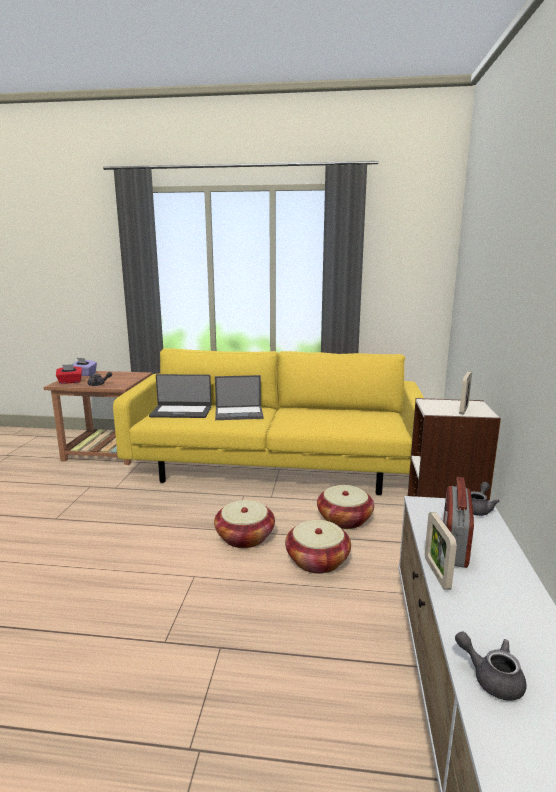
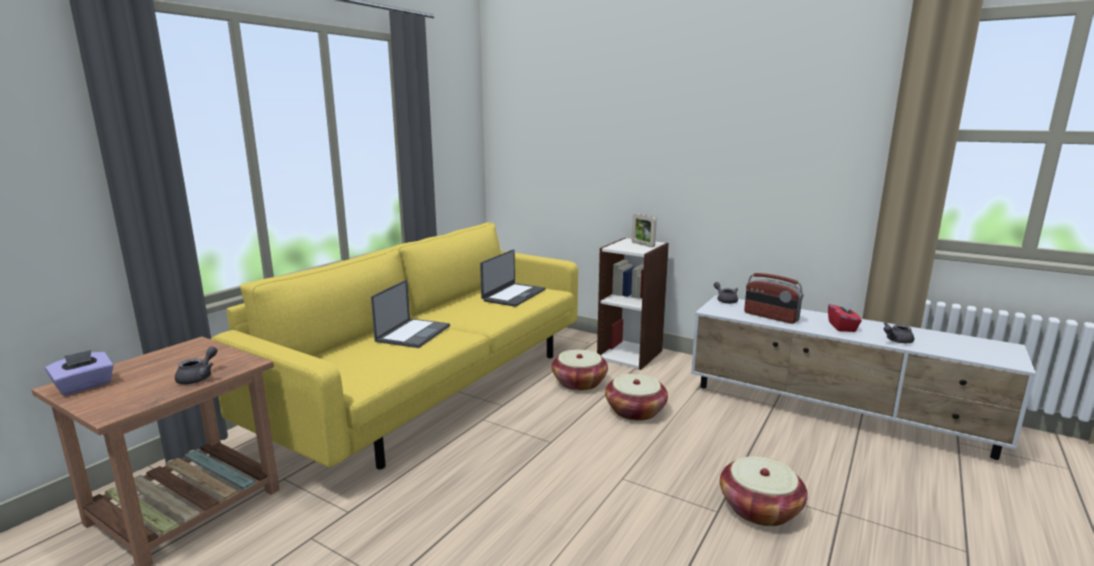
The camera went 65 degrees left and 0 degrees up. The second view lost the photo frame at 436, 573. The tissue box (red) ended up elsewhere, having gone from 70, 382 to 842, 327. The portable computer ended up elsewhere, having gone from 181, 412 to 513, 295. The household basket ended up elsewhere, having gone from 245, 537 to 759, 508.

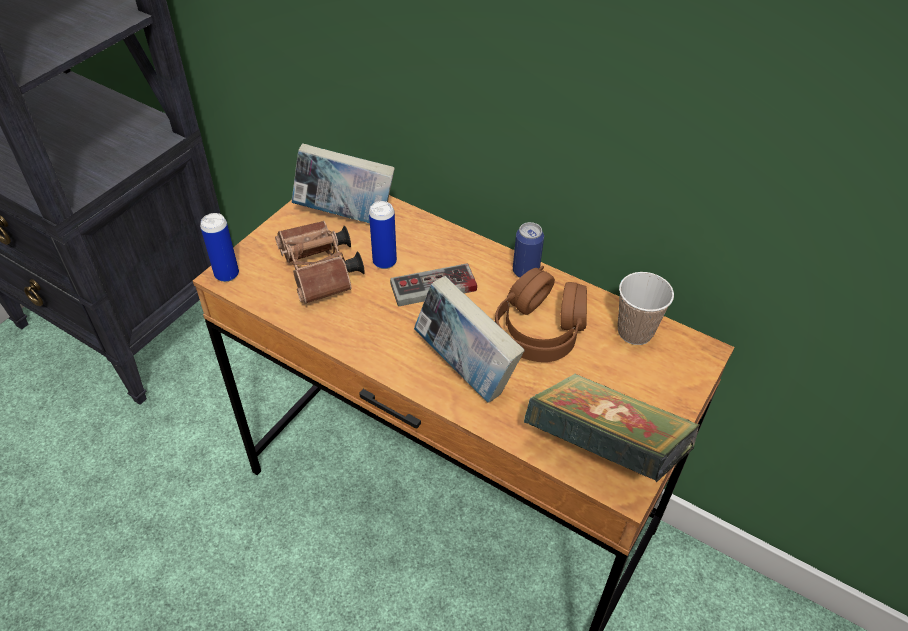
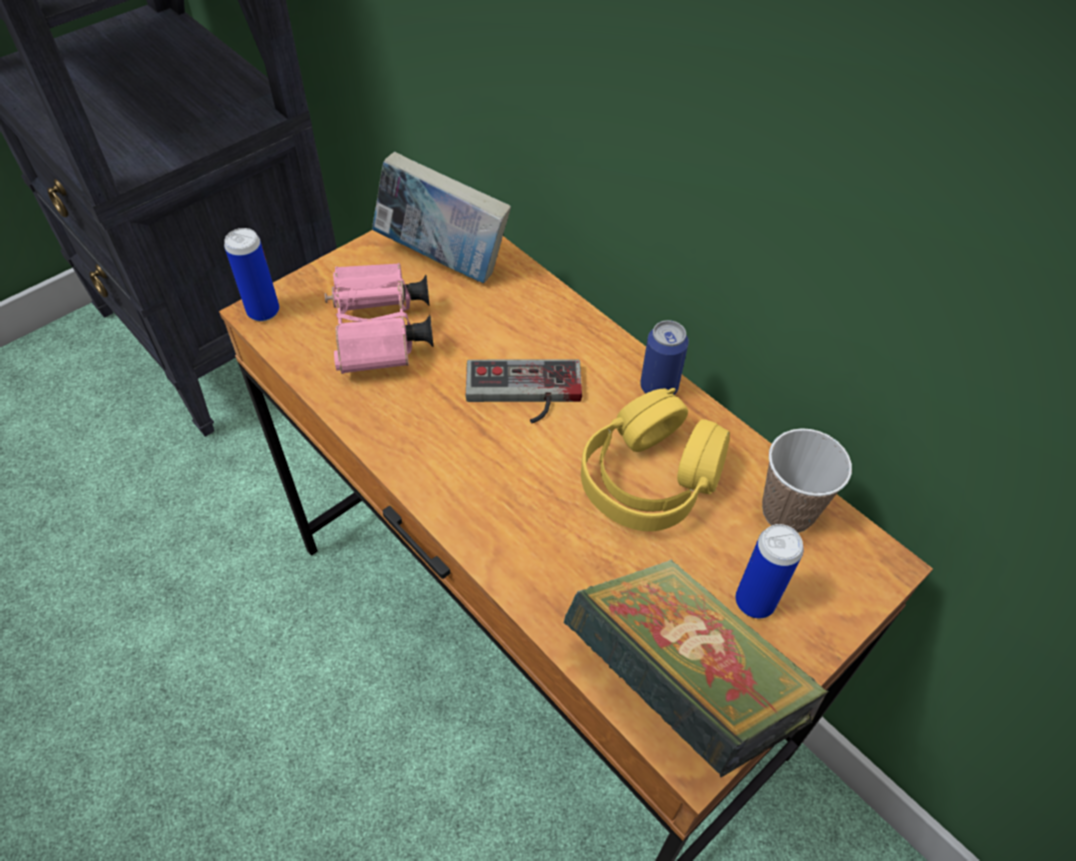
The camera went 15 degrees right and 5 degrees up. The second view lost the bound book at 465, 369. The sealed can ended up elsewhere, having gone from 384, 262 to 755, 601. What was the binoculars (brownish) at 321, 274 turned into the binoculars (pink-coloured) at 381, 335. What was the headset (brownish) at 540, 330 turned into the headset (yellow) at 650, 479.

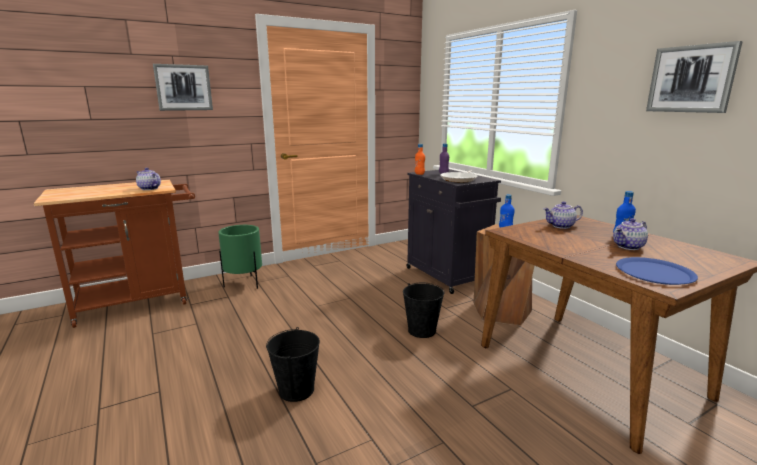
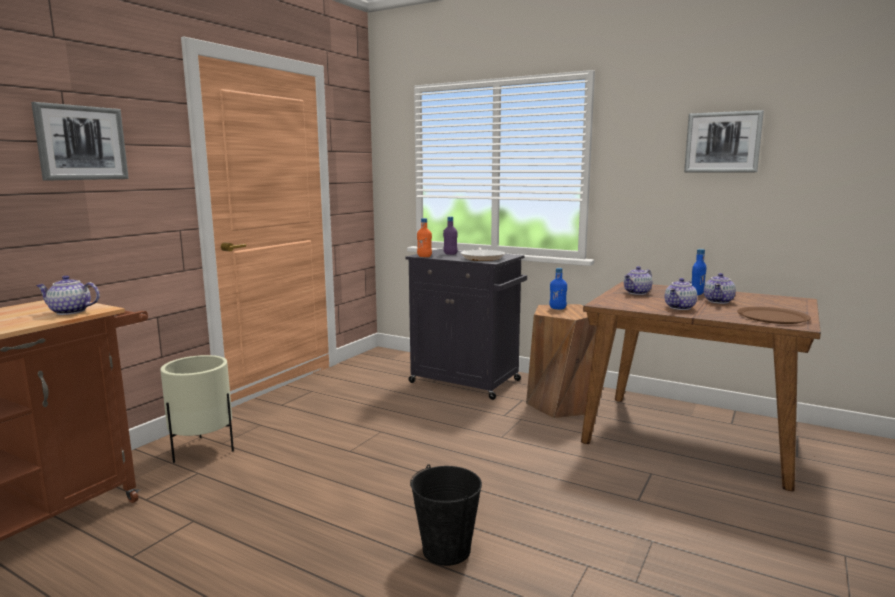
The camera went 30 degrees left and 5 degrees down. The second view lost the water bucket (blackish) at 421, 330. The second view gained the tea pot at 680, 308. What was the flower pot (green) at 244, 283 turned into the flower pot (beige-coloured) at 202, 450. What was the dinner plate (blue) at 654, 272 turned into the dinner plate (brownish) at 772, 317.

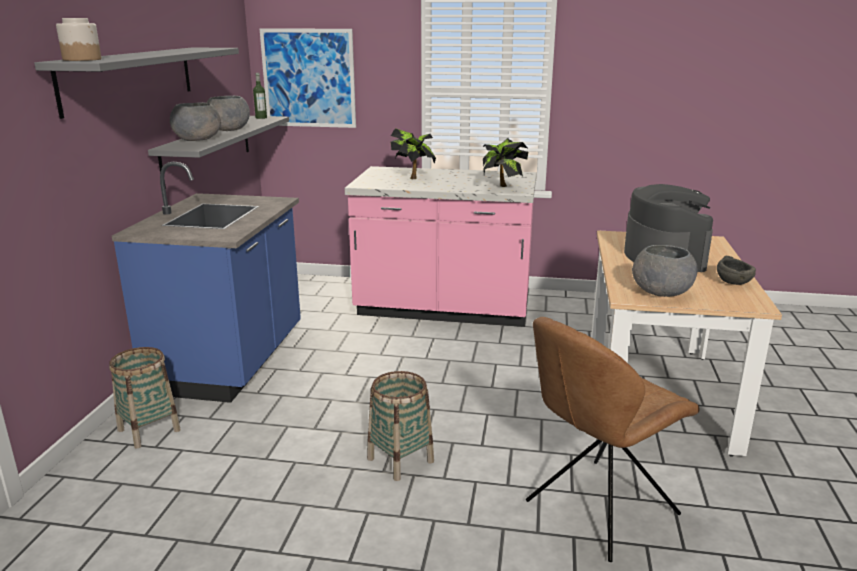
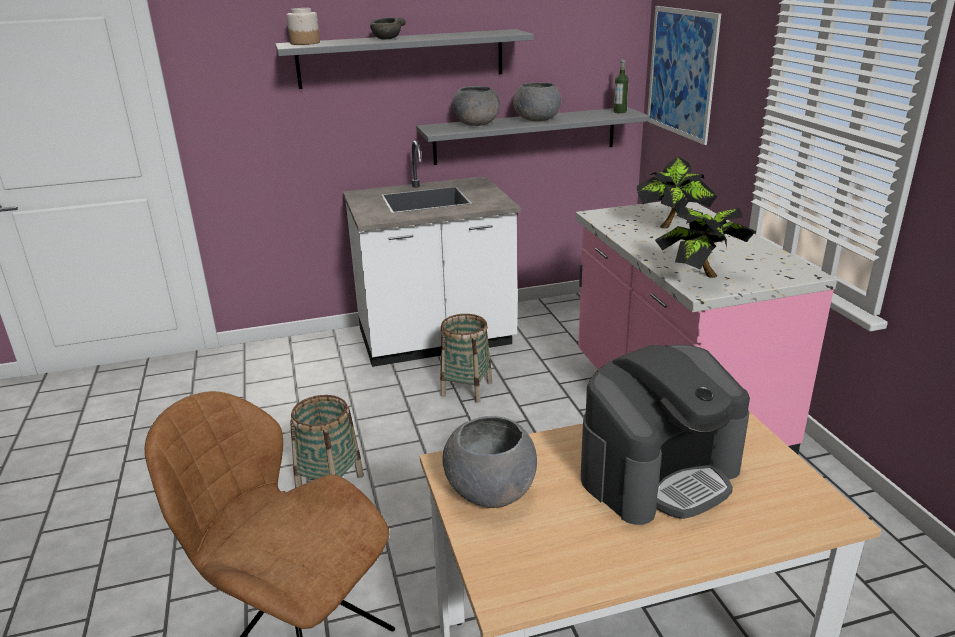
The camera went 65 degrees right and 5 degrees up. The household basket ended up elsewhere, having gone from 149, 430 to 466, 389. The bowl (greyish) ended up elsewhere, having gone from 733, 282 to 387, 39. What was the counter (blue) at 231, 362 turned into the counter (whitish) at 436, 340.

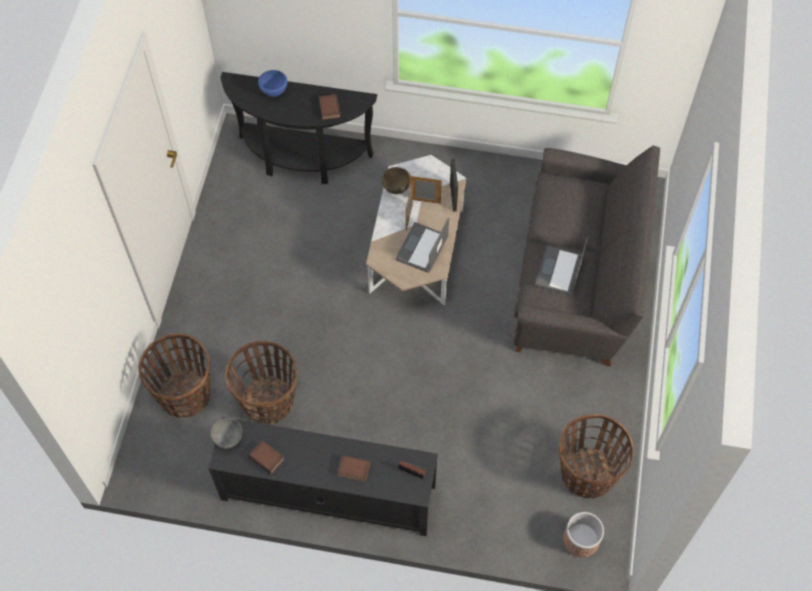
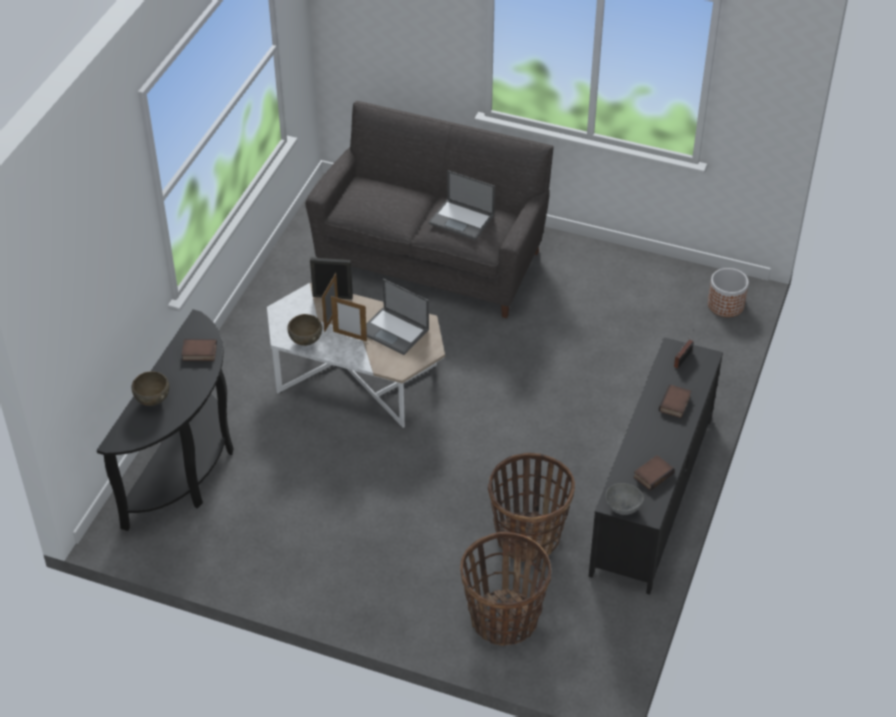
The camera went 80 degrees left and 15 degrees down. The second view lost the household basket at 587, 474. What was the bowl (blue) at 274, 92 turned into the bowl (brownish) at 152, 401.

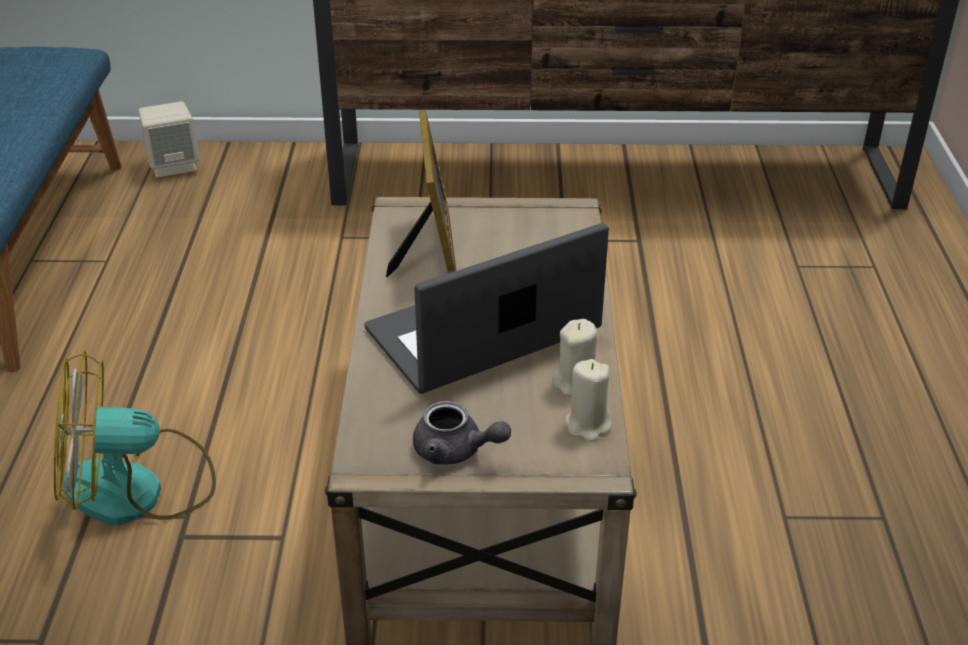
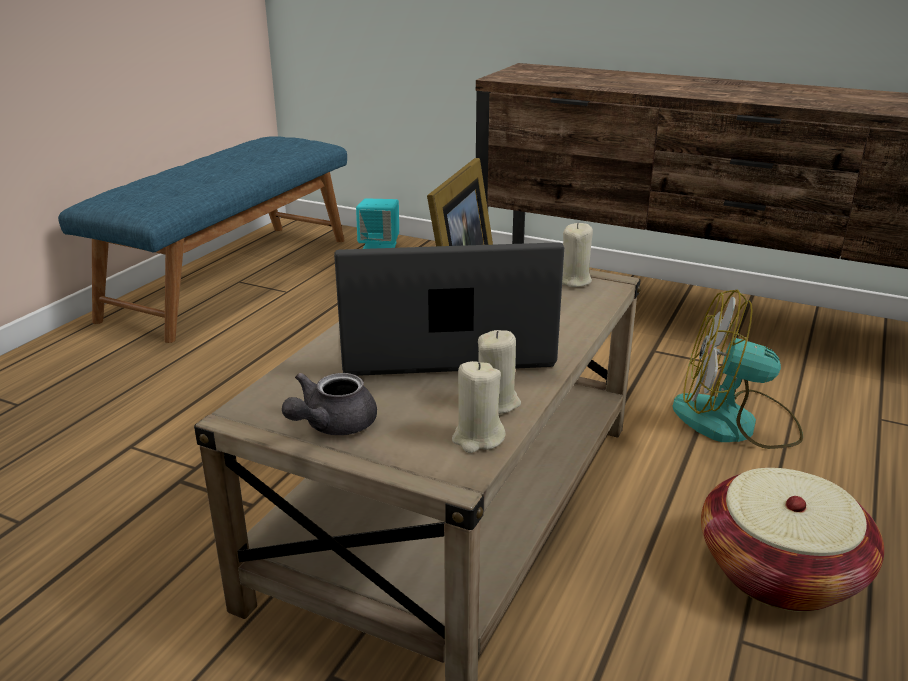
The camera went 25 degrees right and 10 degrees down. The second view gained the wax light (beige-coloured) at 574, 280. The second view gained the household basket at 780, 571. The cooling fan ended up elsewhere, having gone from 138, 489 to 734, 423. What was the loudspeaker (beige-coloured) at 174, 165 turned into the loudspeaker (turquoise) at 380, 246. The tea pot (greyish) at 456, 451 ended up facing another way, 75 degrees clockwise from before.

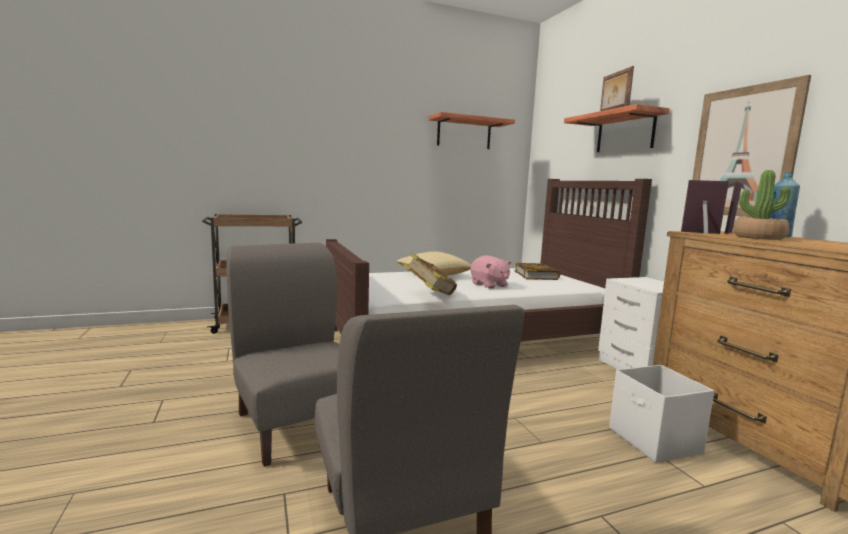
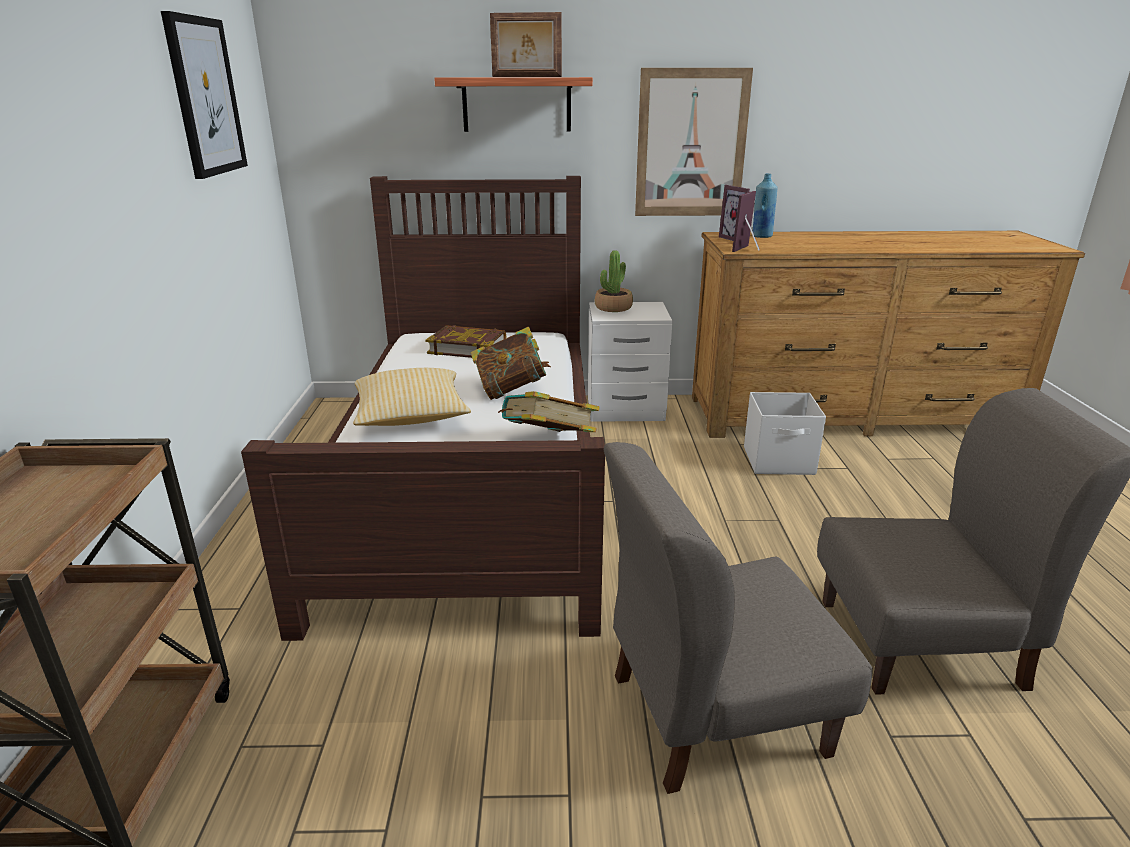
The camera went 70 degrees left and 15 degrees up. The houseplant ended up elsewhere, having gone from 758, 237 to 613, 307. Where the wall shelf hung at 464, 133, the wall art came to hang at 205, 97. Where the plush toy (pink-coloured) stood at 489, 285, the bound book came to stand at 511, 390.

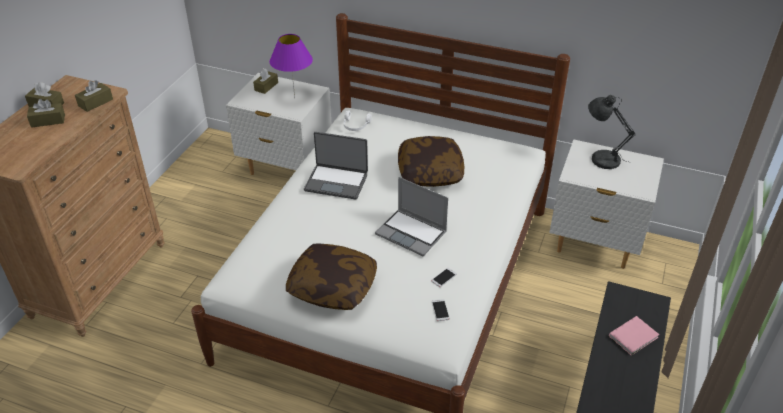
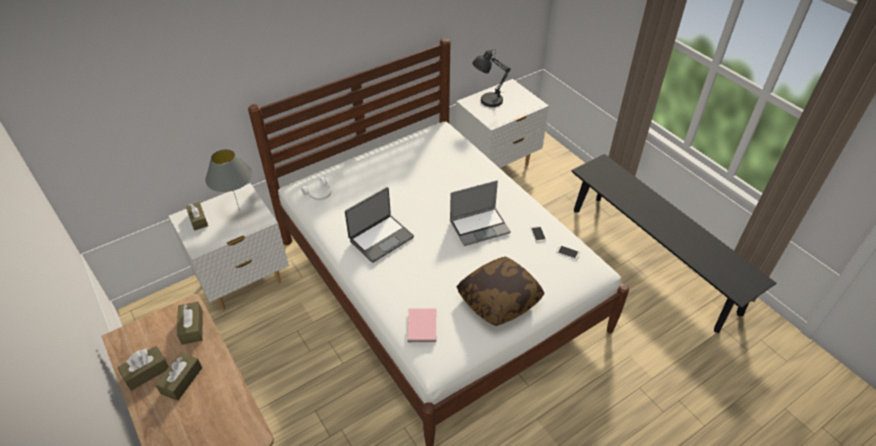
The camera went 55 degrees left and 5 degrees up. The second view lost the throw pillow at 430, 172. The bound book (pink-coloured) ended up elsewhere, having gone from 634, 336 to 422, 325. What was the lamp for a table (purple) at 294, 98 turned into the lamp for a table (greyish) at 239, 210.

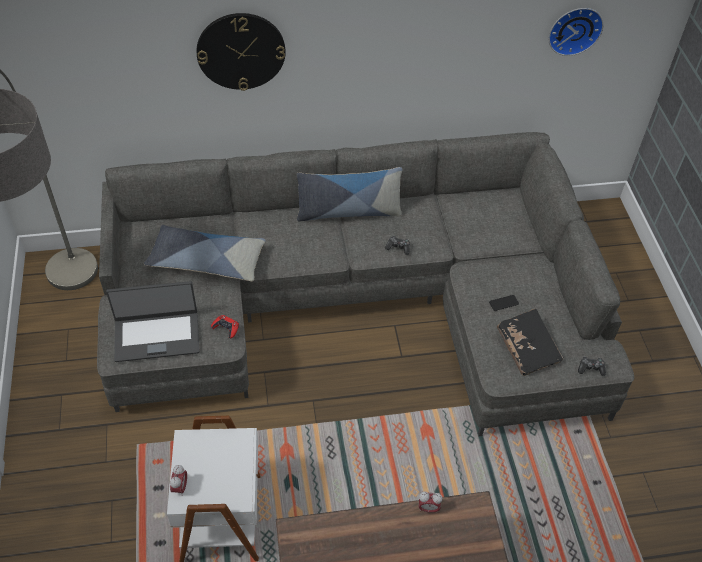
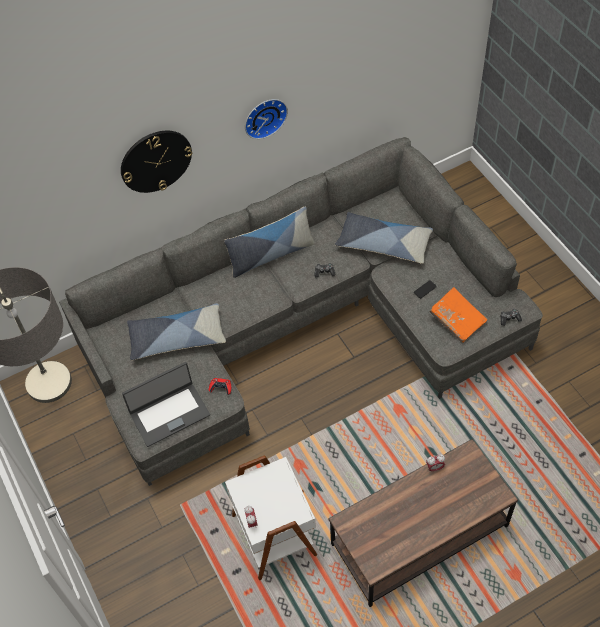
The camera went 15 degrees left and 5 degrees up. The second view gained the throw pillow at 384, 243. The wall clock ended up elsewhere, having gone from 574, 29 to 264, 116. What was the bound book (blackish) at 527, 348 turned into the bound book (orange-coloured) at 457, 320.

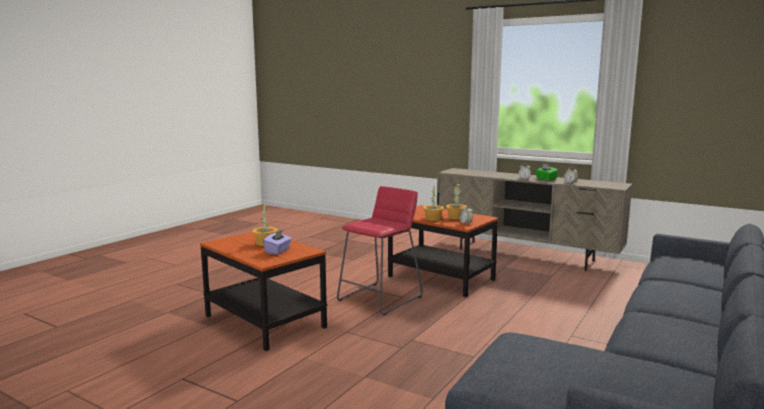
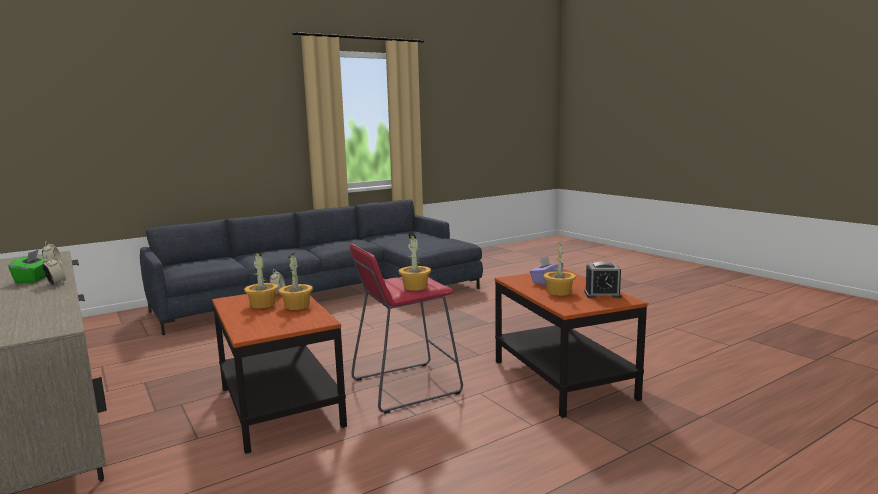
The camera went 155 degrees left and 0 degrees up. The second view gained the houseplant at 415, 287. The second view gained the alarm clock at 602, 294.

